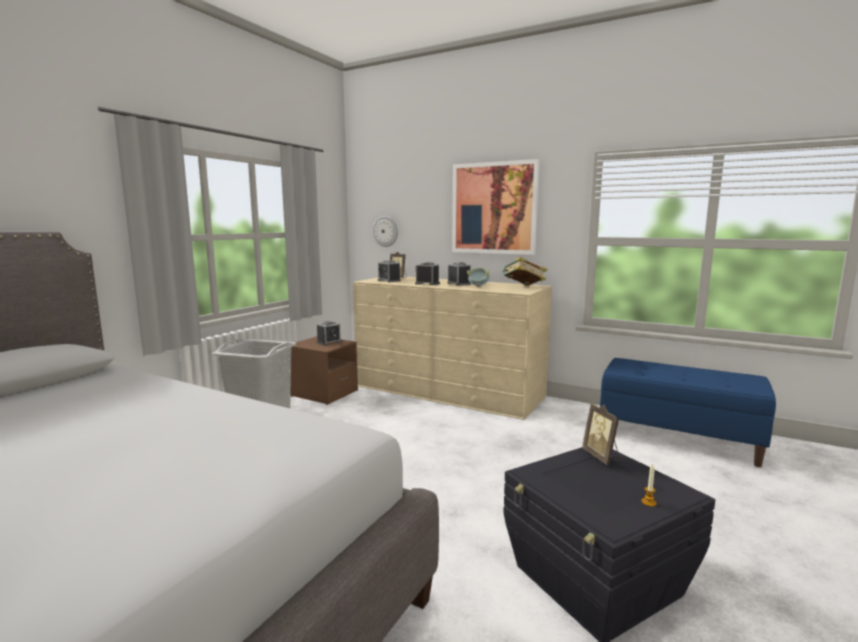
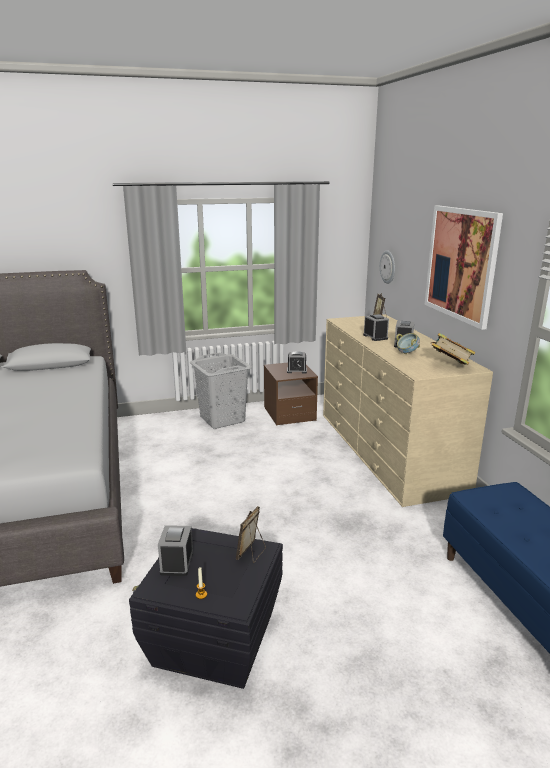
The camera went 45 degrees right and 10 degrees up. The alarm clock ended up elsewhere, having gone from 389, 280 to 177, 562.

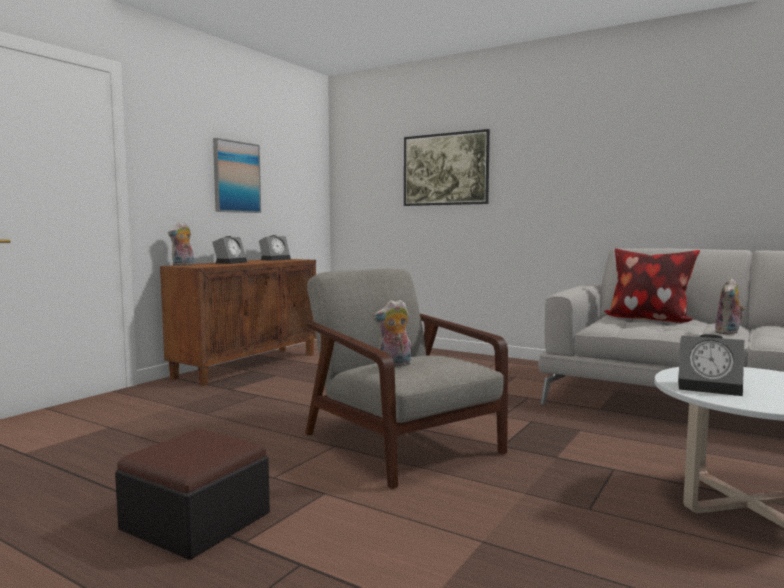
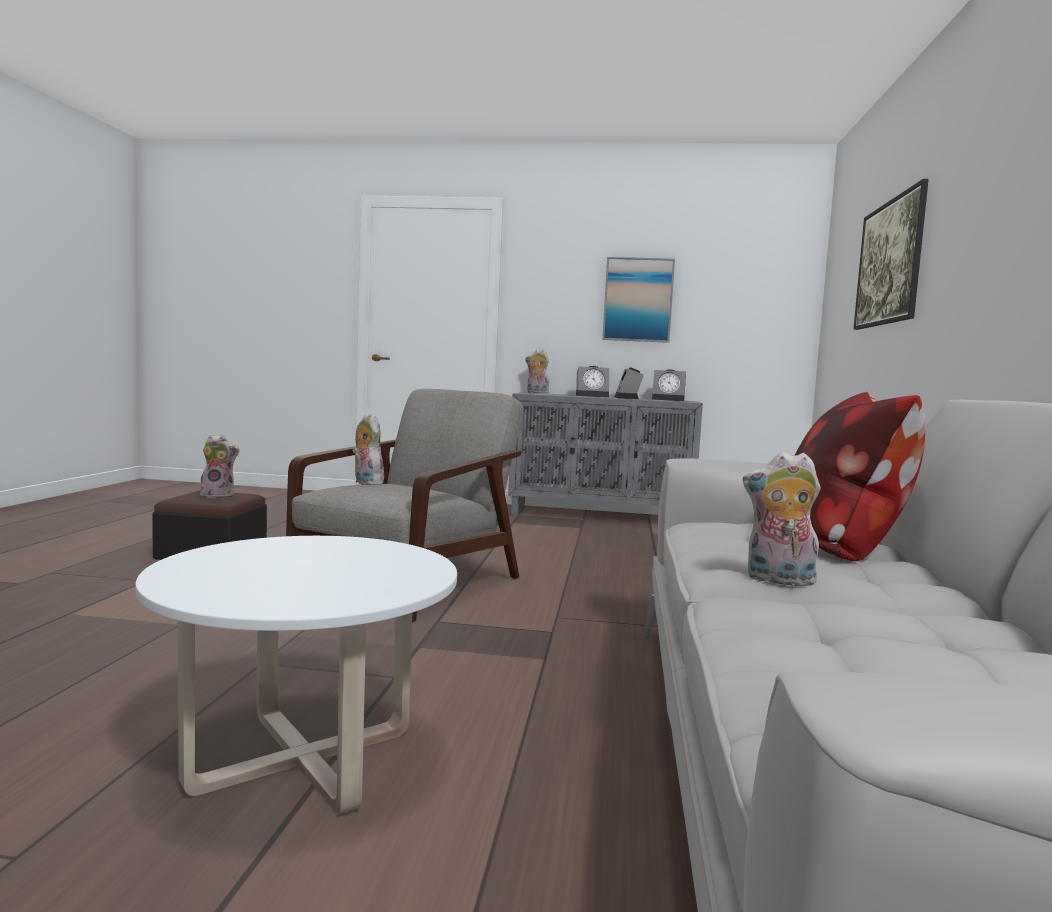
The camera went 65 degrees right and 0 degrees up. The second view gained the plush toy at 219, 496. The alarm clock ended up elsewhere, having gone from 711, 387 to 628, 398. What was the storage cabinet (brownish) at 248, 365 turned into the storage cabinet (greyish) at 601, 516.

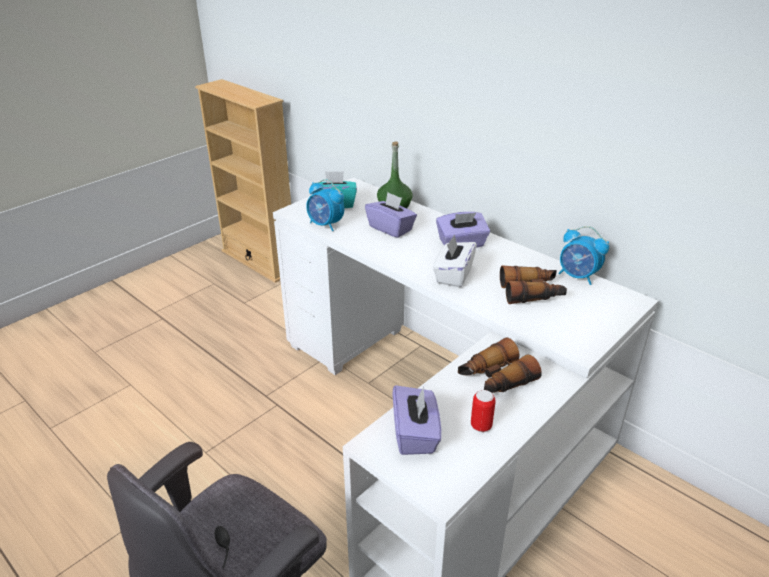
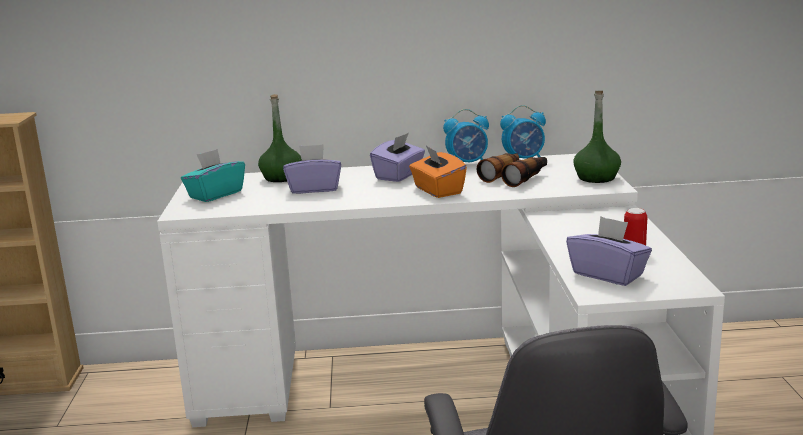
The camera went 45 degrees left and 15 degrees down. The second view lost the binoculars at 495, 379. The second view gained the bottle (green) at 596, 178. The alarm clock ended up elsewhere, having gone from 325, 225 to 467, 164. What was the tissue box (whitish) at 453, 275 turned into the tissue box (orange-coloured) at 437, 190.

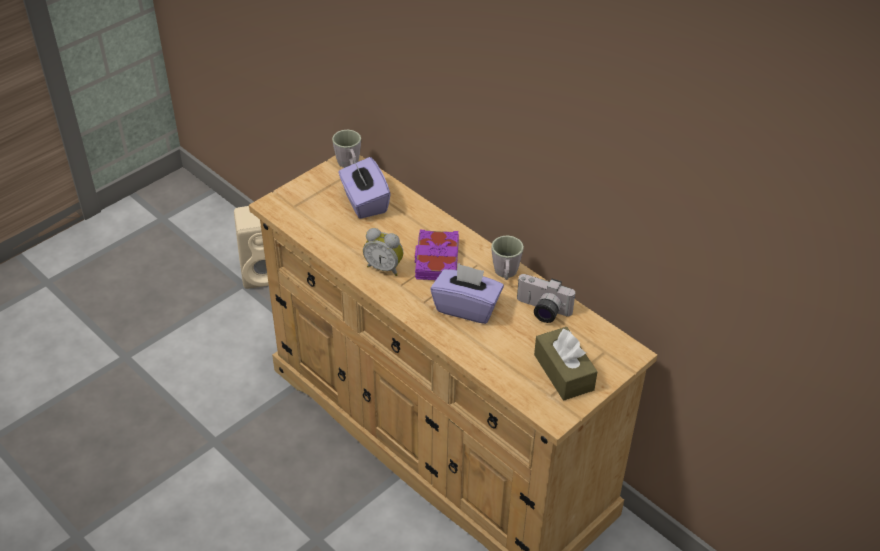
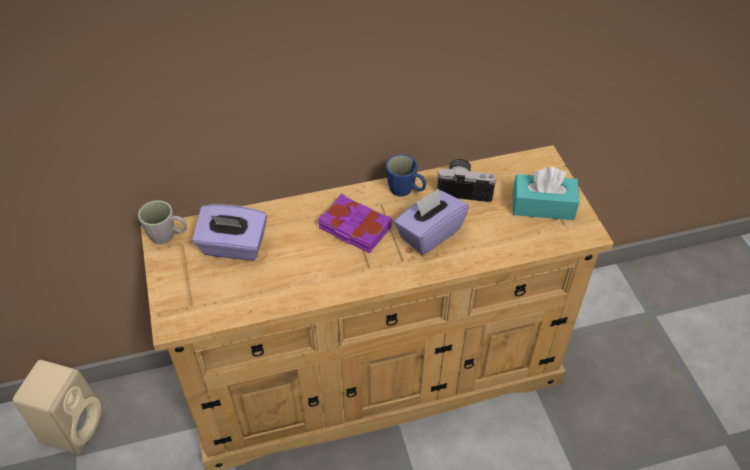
The camera went 60 degrees left and 5 degrees up. The second view lost the alarm clock at 384, 267. What was the coffee mug (greyish) at 505, 274 turned into the coffee mug (blue) at 406, 190. What was the tissue box (brownish) at 563, 372 turned into the tissue box (turquoise) at 543, 206. The photo camera at 541, 311 ended up facing another way, 135 degrees counterclockwise from before.

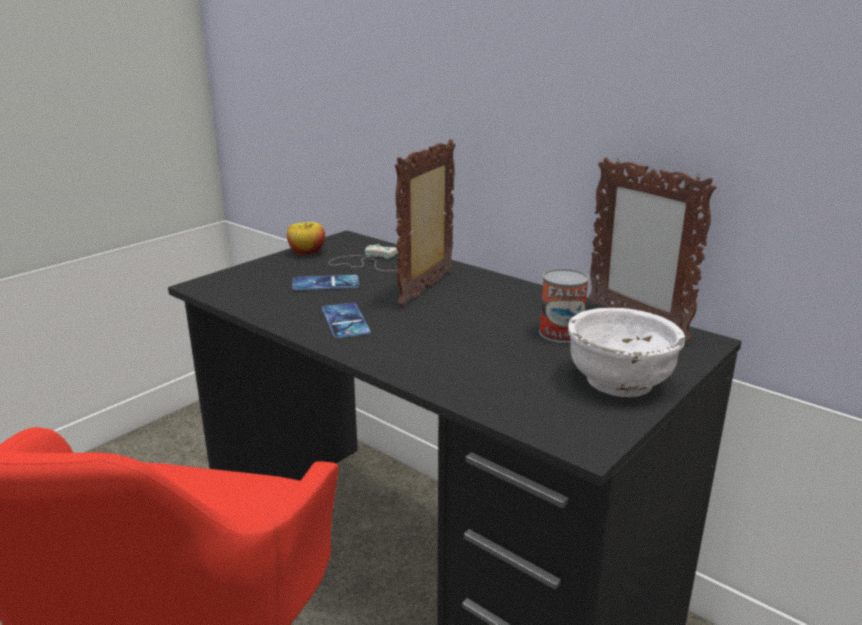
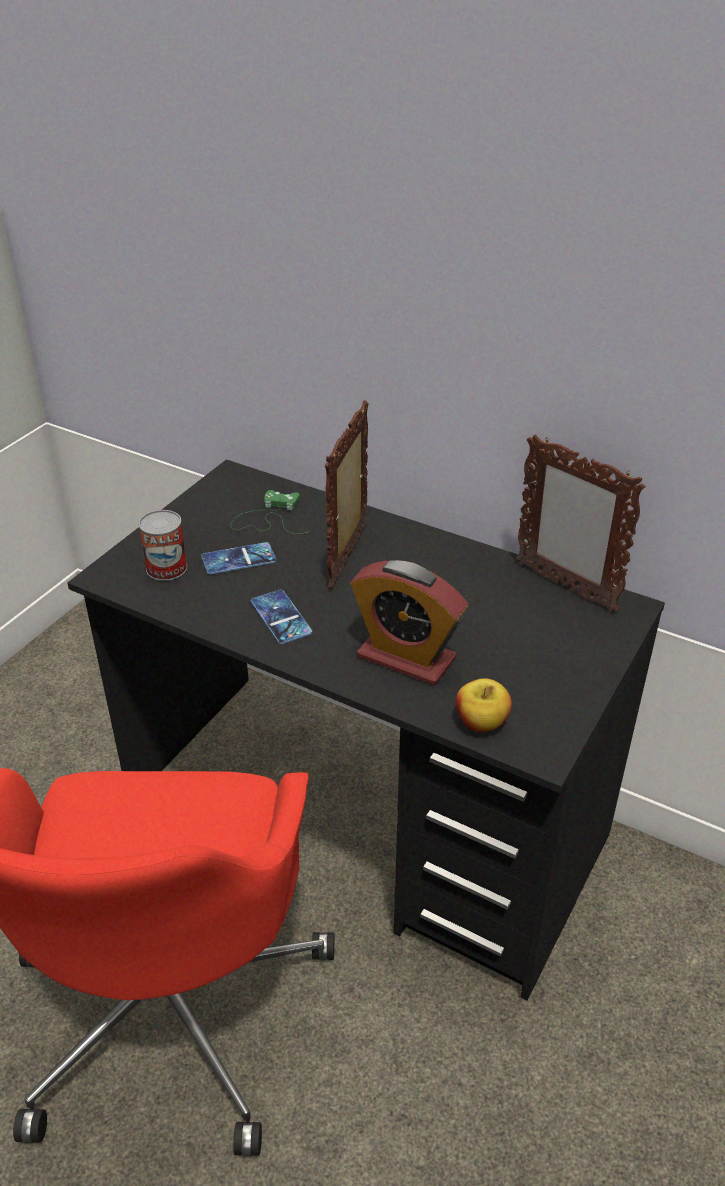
The camera went 10 degrees left and 15 degrees up. The second view lost the bowl (whitish) at 618, 381. The second view gained the alarm clock at 406, 657. The apple fruit ended up elsewhere, having gone from 307, 252 to 481, 722. The sealed can ended up elsewhere, having gone from 561, 333 to 166, 568. What was the game controller (whitish) at 365, 262 turned into the game controller (green) at 269, 518.

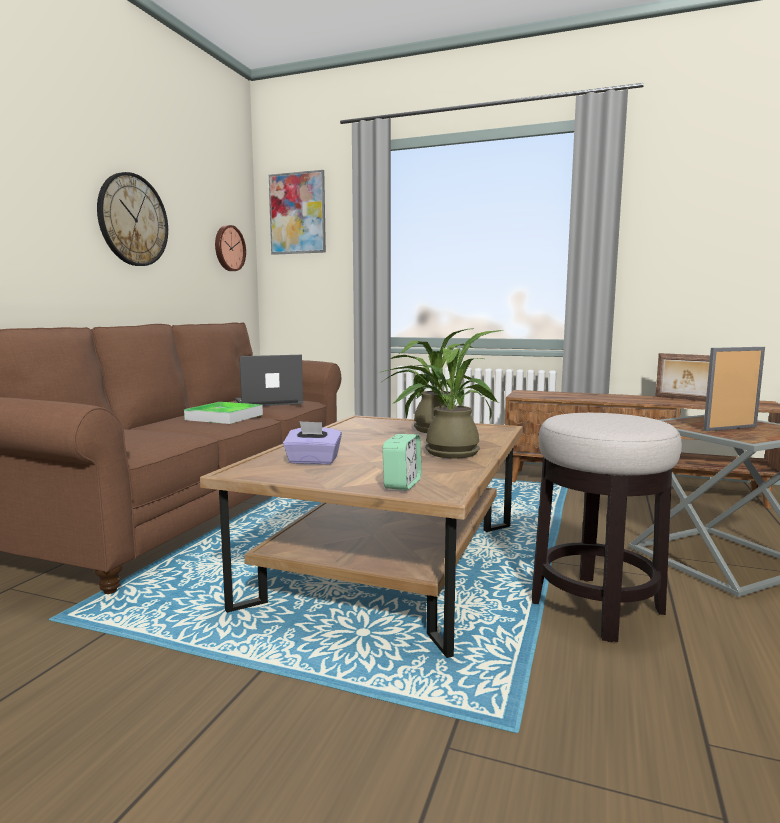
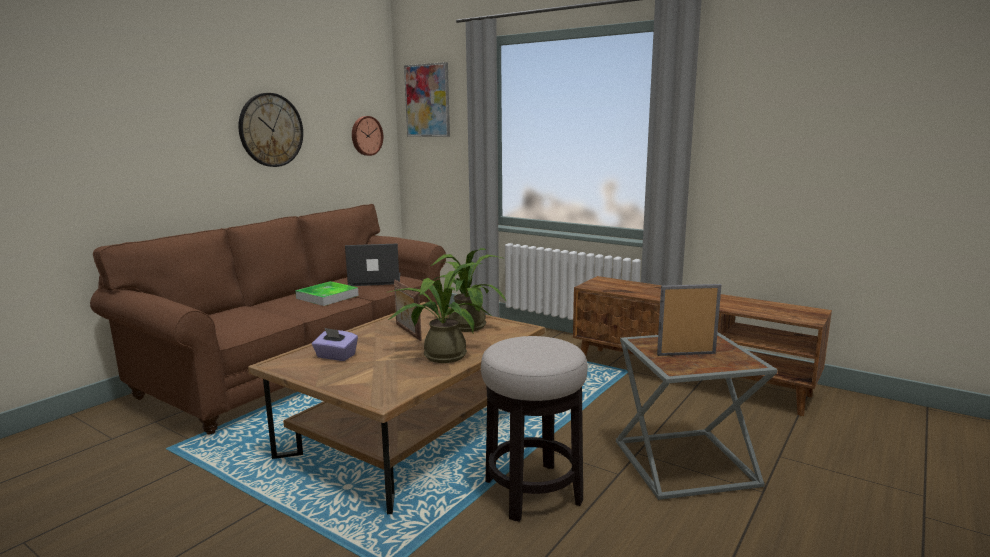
The camera went 15 degrees right and 5 degrees up. The second view lost the alarm clock at 402, 484. The photo frame ended up elsewhere, having gone from 684, 399 to 407, 332.

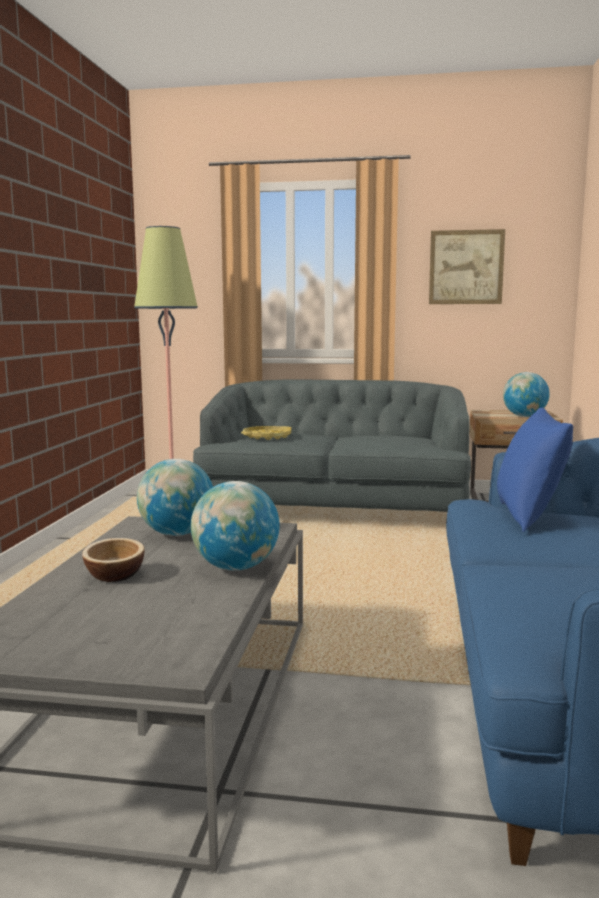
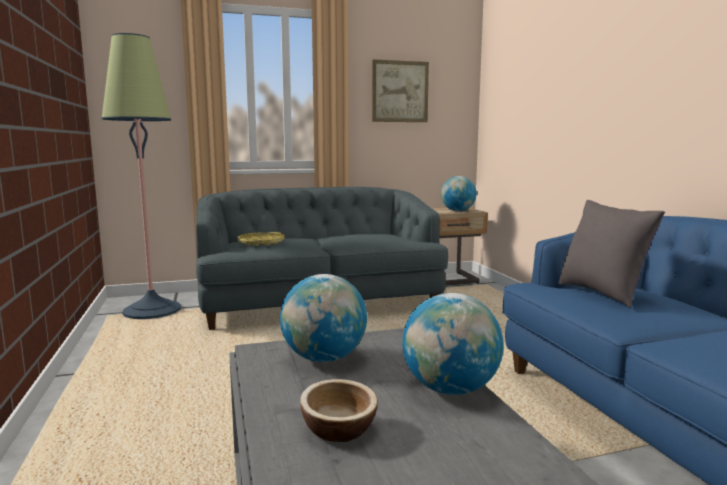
The camera went 25 degrees left and 0 degrees up. What was the throw pillow (blue) at 529, 517 turned into the throw pillow (greyish) at 602, 293.

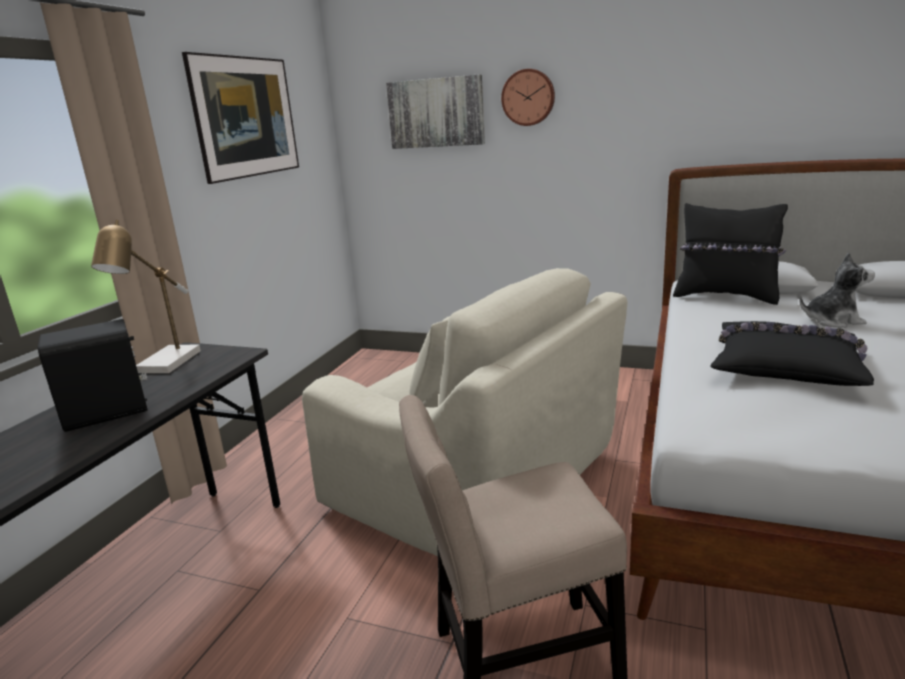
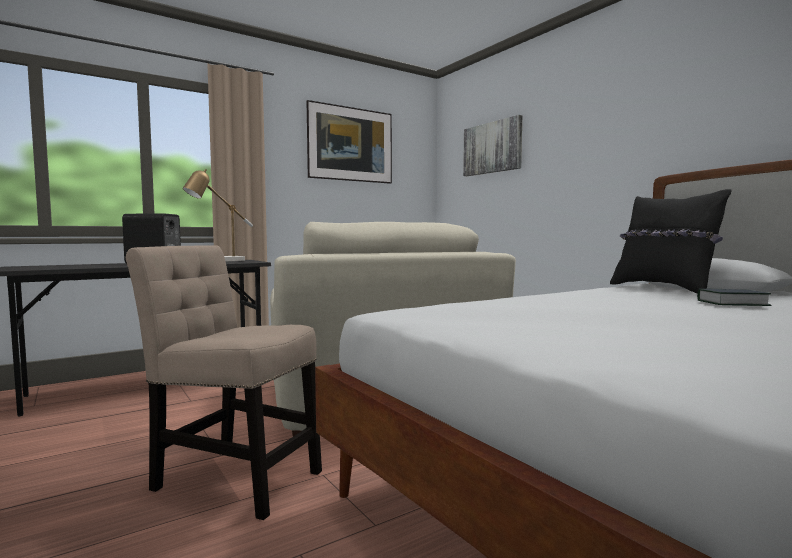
The camera went 35 degrees right and 15 degrees down. The second view lost the wall clock at 528, 97. The second view lost the throw pillow (blackish) at 785, 366. Where the plush toy stood at 832, 321, the bound book came to stand at 732, 303.

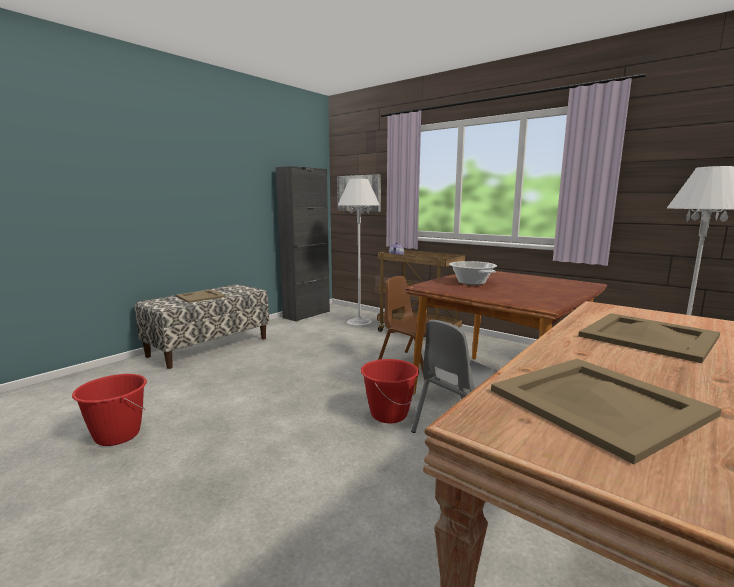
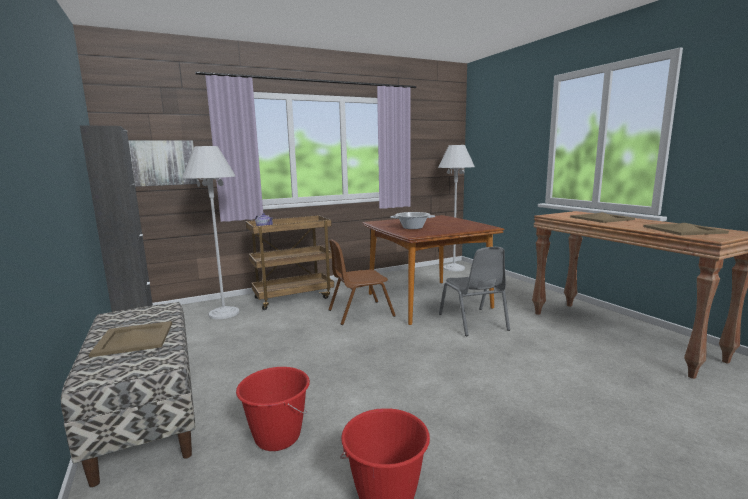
The camera went 65 degrees left and 0 degrees up. The water bucket (red) ended up elsewhere, having gone from 388, 414 to 277, 437.

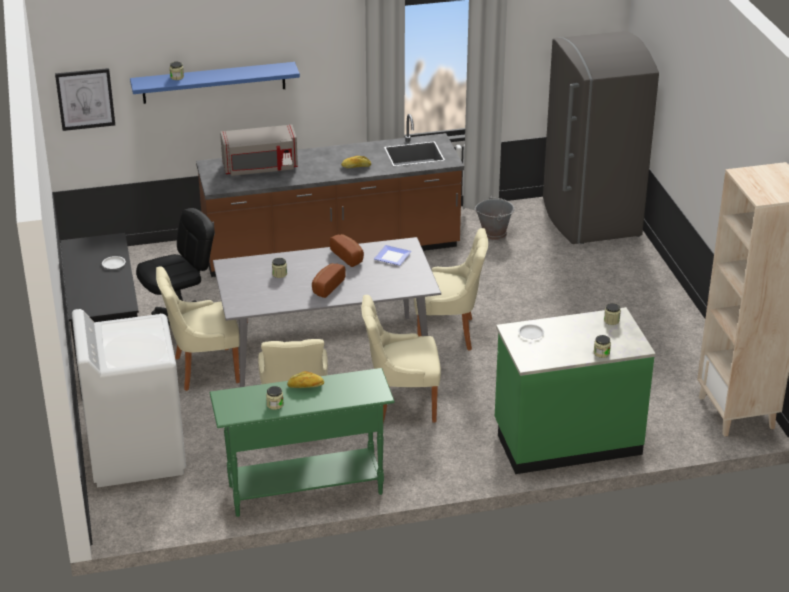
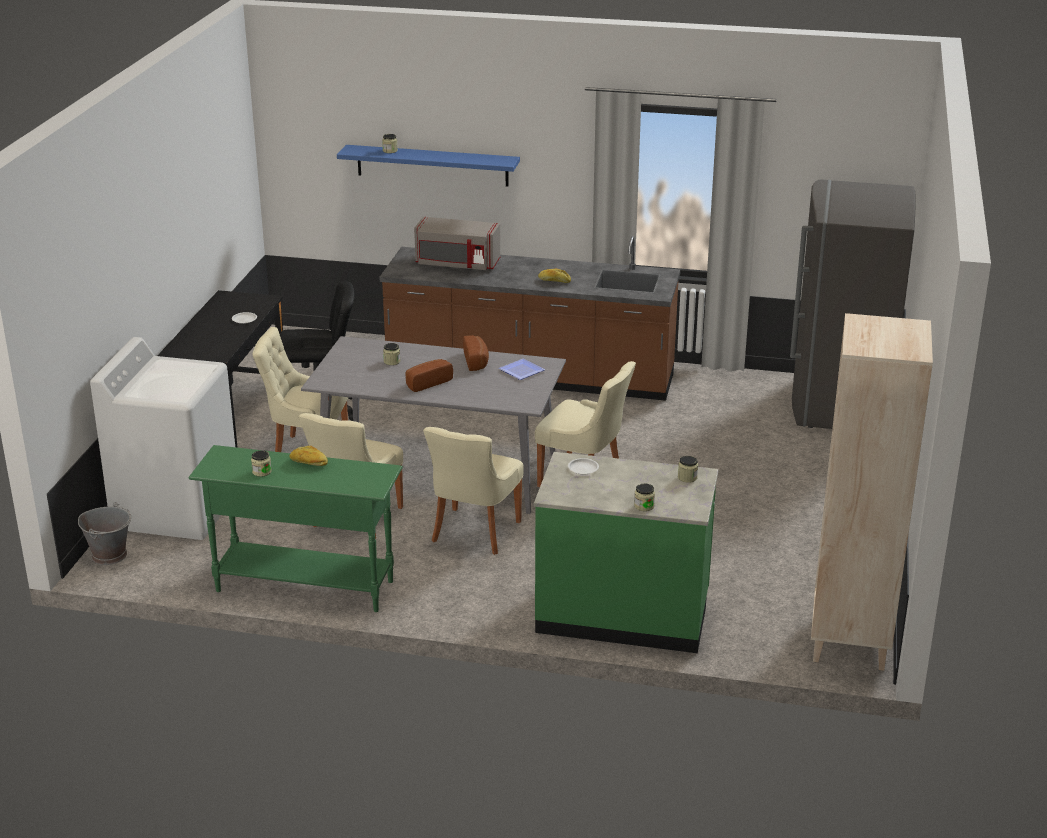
The camera went 25 degrees right and 5 degrees down. The second view lost the wall art at 85, 99. The water bucket (greyish) ended up elsewhere, having gone from 494, 233 to 110, 555. The chair (beige-coloured) at 401, 404 ended up facing another way, 90 degrees counterclockwise from before.

